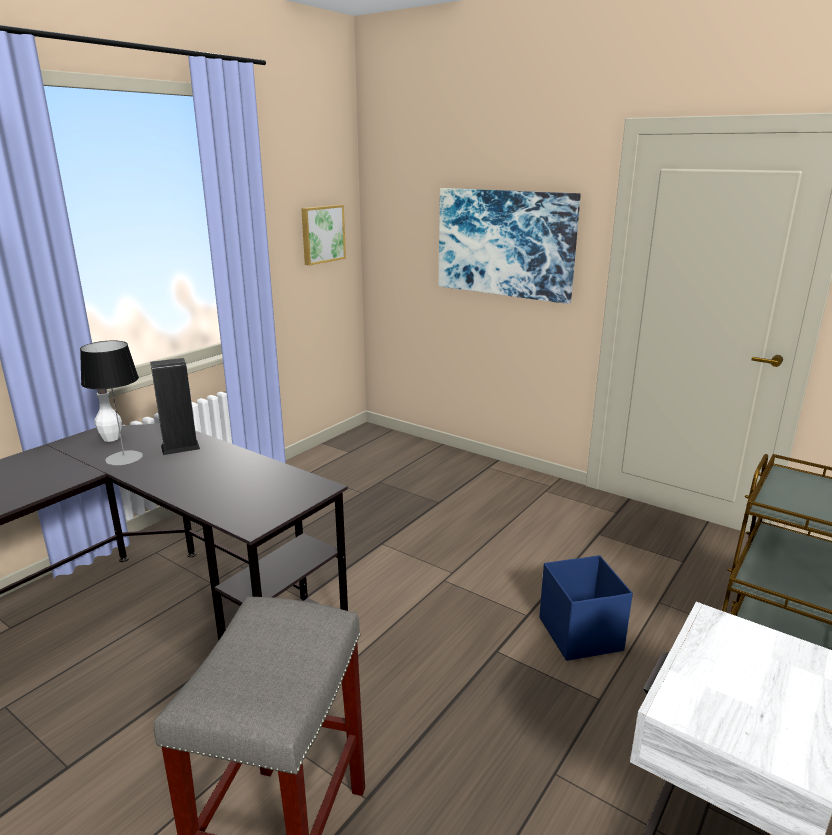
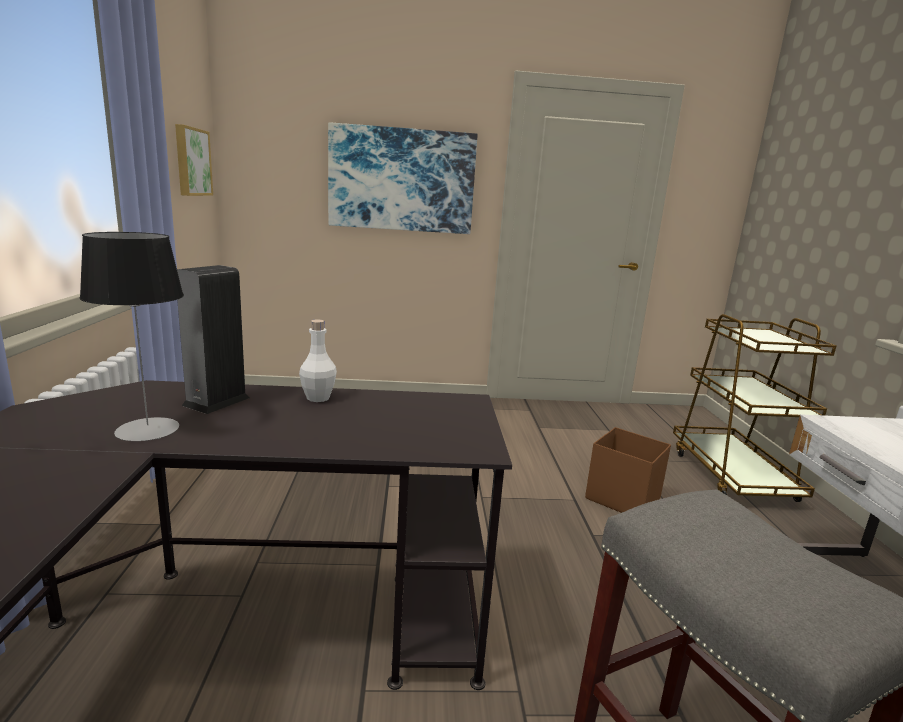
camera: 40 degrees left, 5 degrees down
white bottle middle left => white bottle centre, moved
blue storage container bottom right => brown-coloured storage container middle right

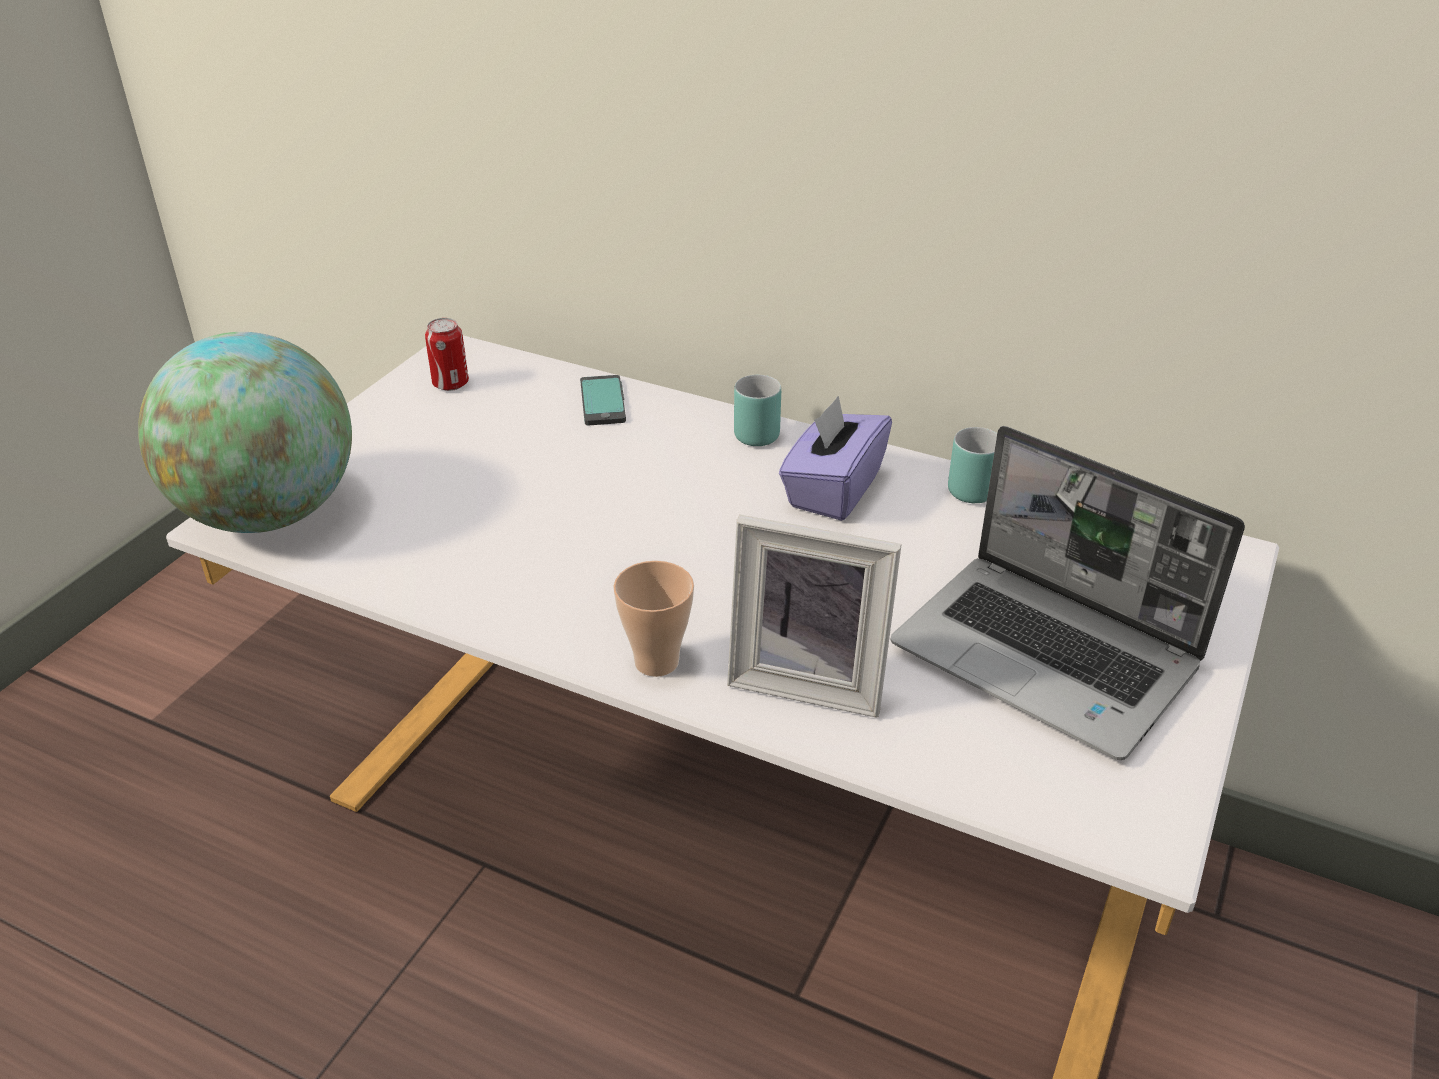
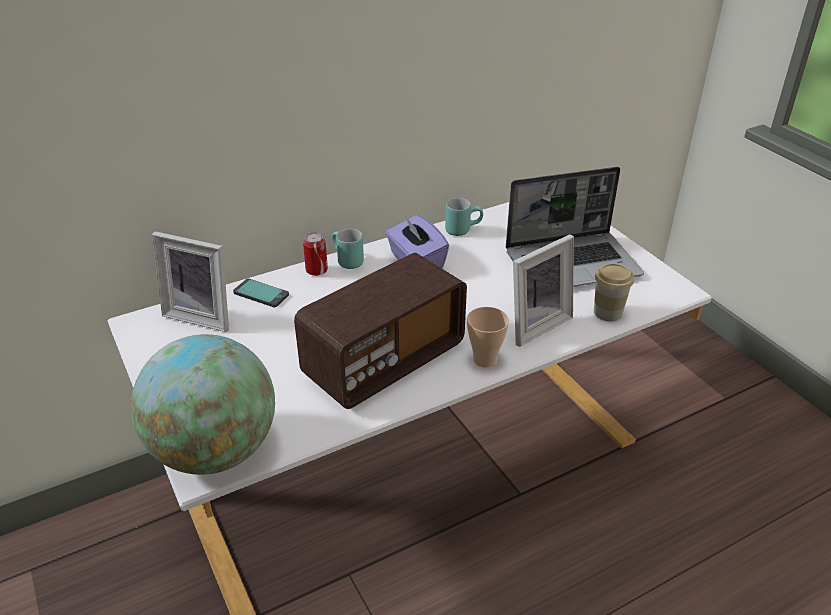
camera: 55 degrees left, 0 degrees up
nothing => photo frame (1st from left) middle left
nothing => radio centre
metal can top left => metal can centre, moved
nothing => drinking cup (2nd from left) middle right

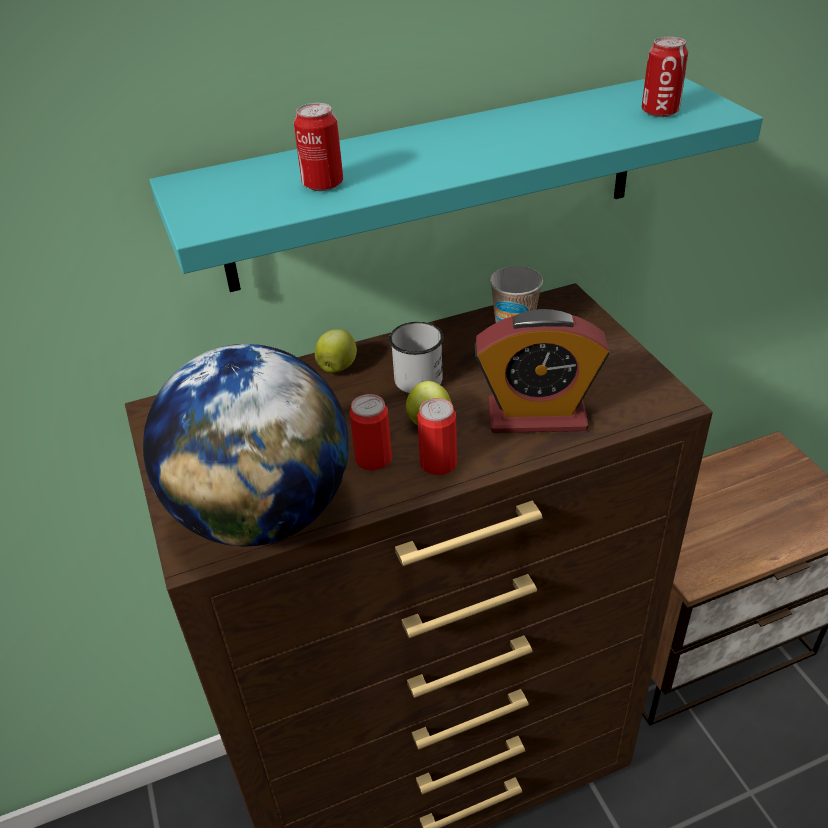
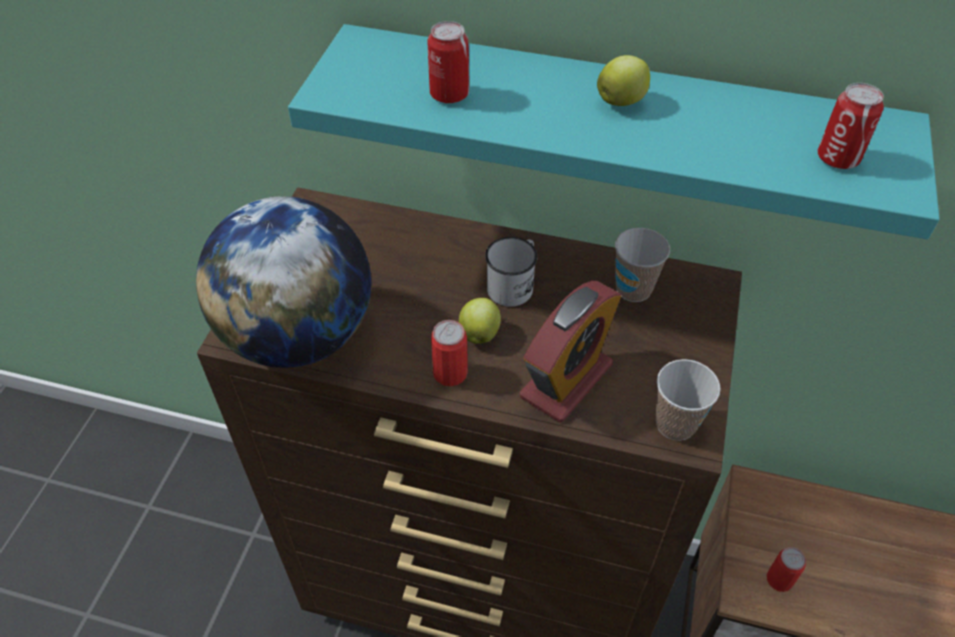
camera: 35 degrees right, 10 degrees up
table clock centre, 90 degrees counterclockwise
apple (1st from left in the first image) centre => apple (2nd from left) top centre, moved
nothing => drinking cup (2nd from left) middle right
metal can (2nd from left in the first image) centre => metal can (3rd from left) bottom right, moved

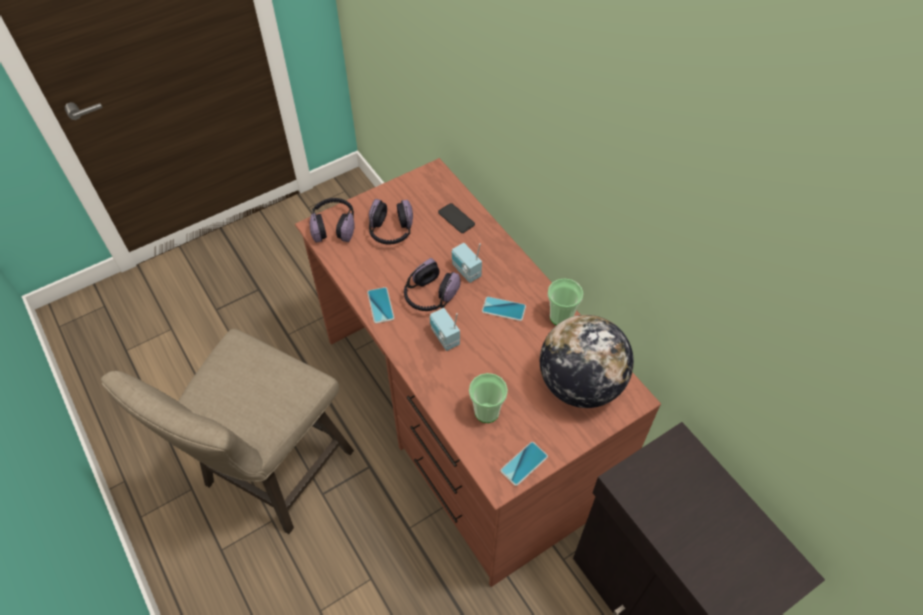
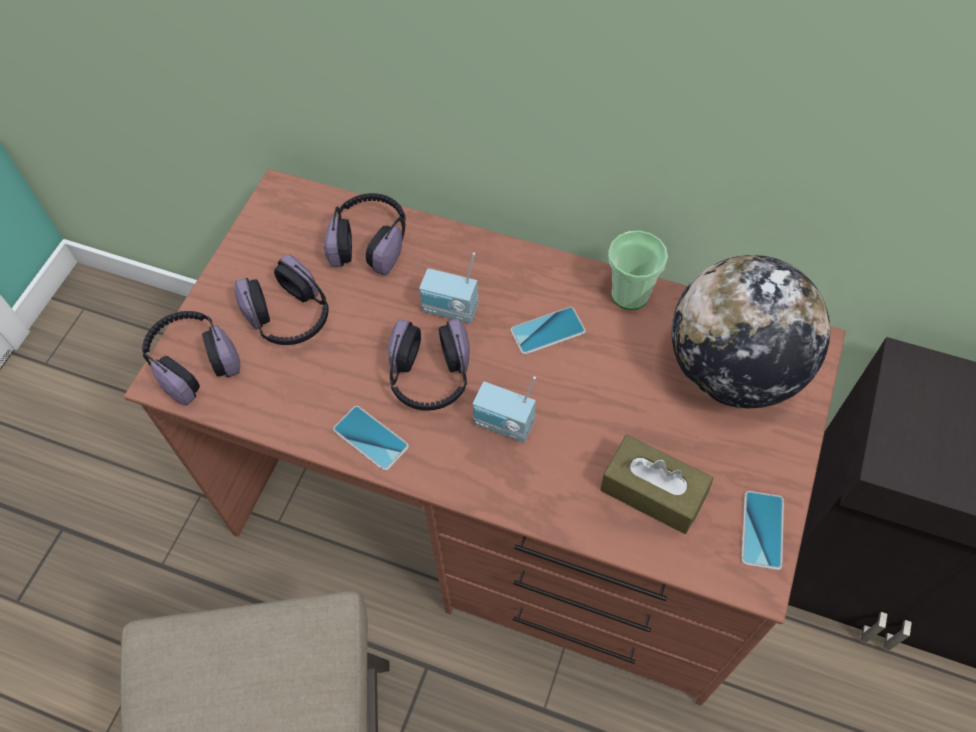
camera: 35 degrees left, 5 degrees up
handset (2nd from left) centre => headphones (3rd from left) top centre
drinking cup (1st from left) centre => brown-coloured tissue box middle right

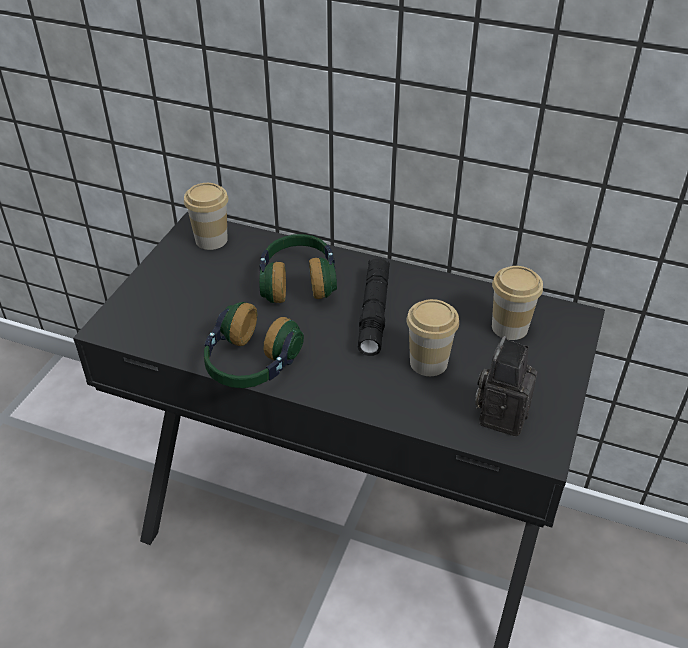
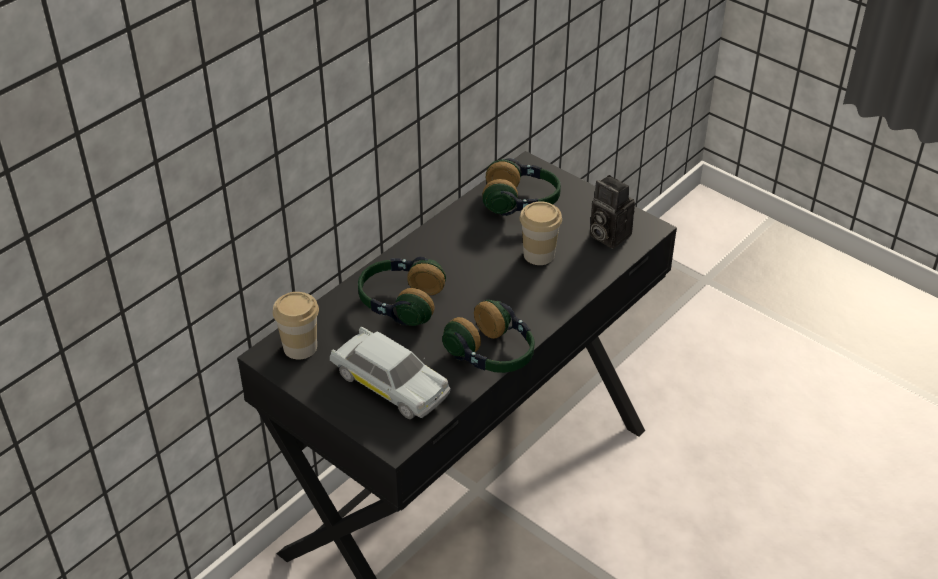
camera: 70 degrees left, 0 degrees up
nothing => white model car centre
drinking cup (3rd from left) middle right => headphones (3rd from left) top centre
black-coloured torch centre => nothing

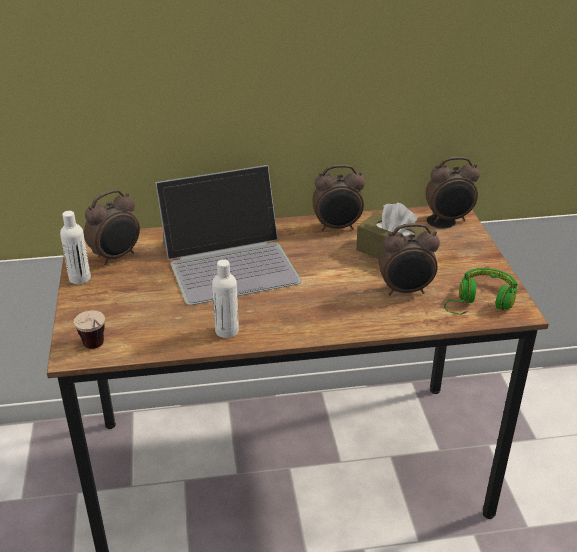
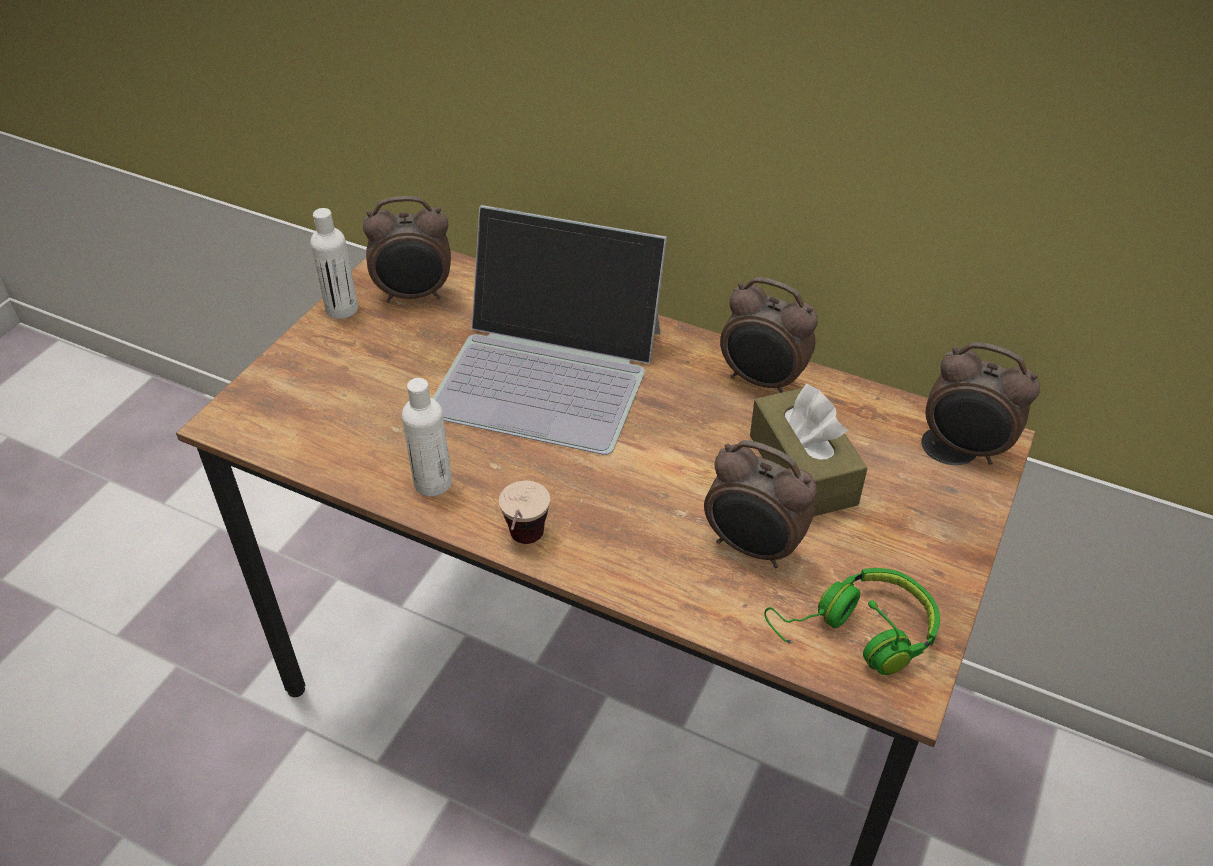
camera: 35 degrees right, 10 degrees up
drinking cup middle left => drinking cup centre, moved

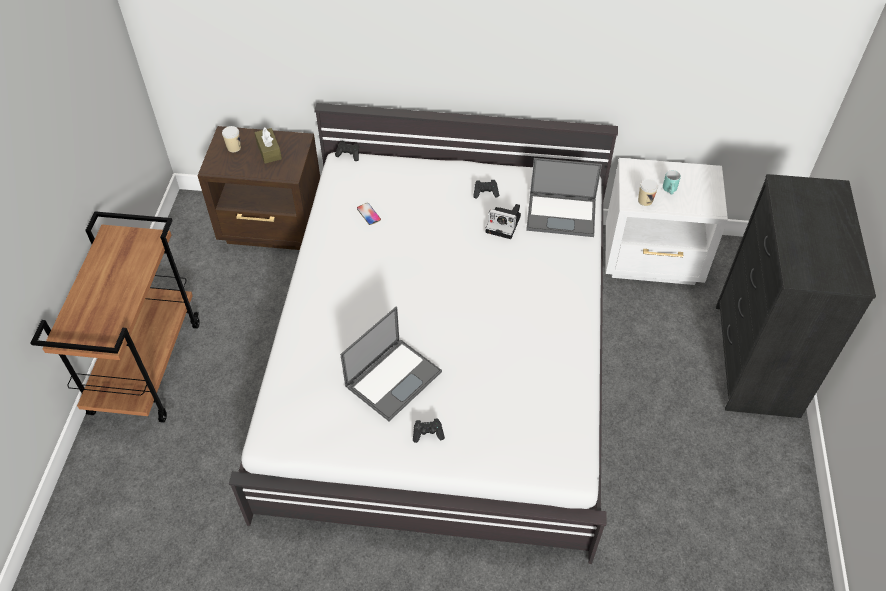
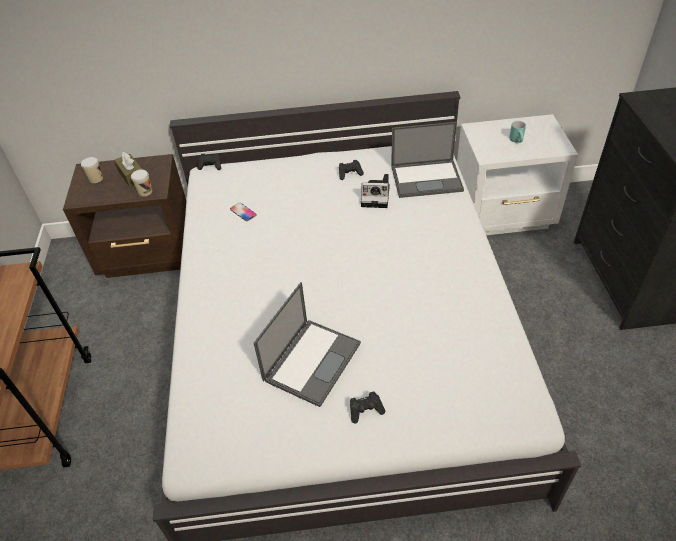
camera: 10 degrees left, 5 degrees down
drinking cup (2nd from left) top right => drinking cup (2nd from left) middle left, moved

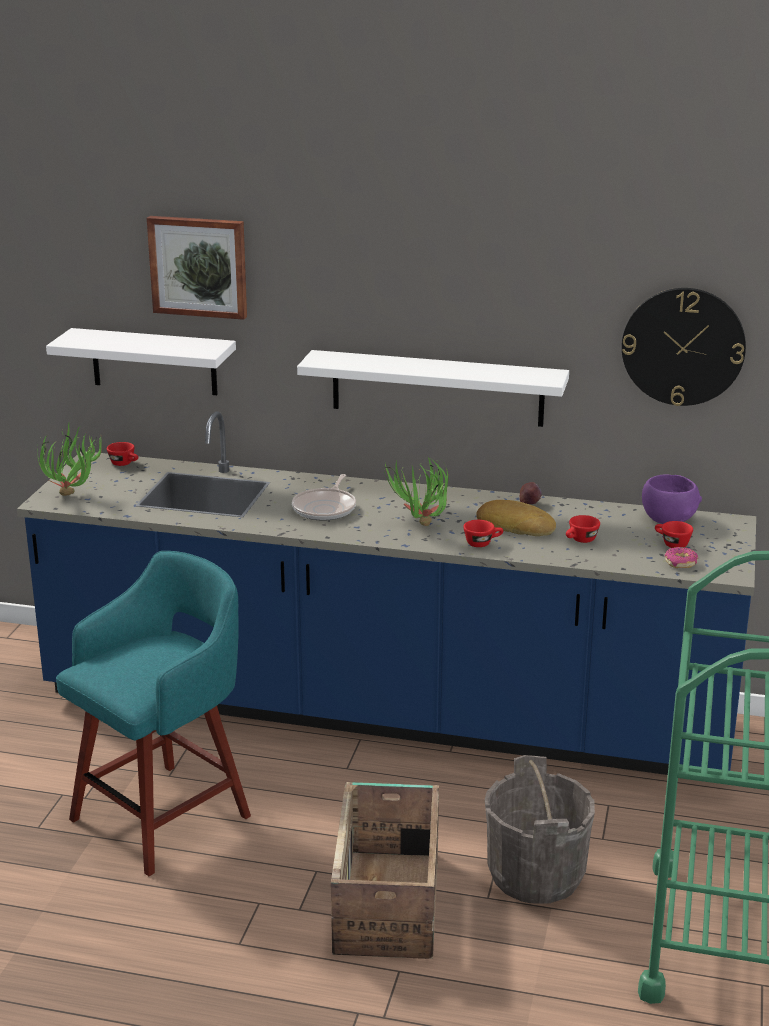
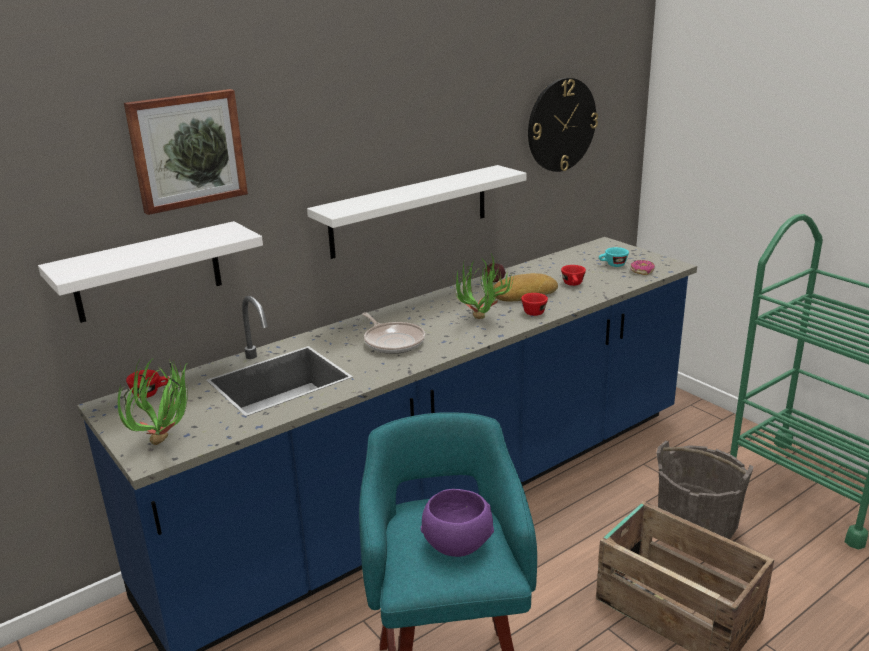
camera: 50 degrees left, 0 degrees up
purple-coloured serving bowl middle right => purple-coloured serving bowl bottom centre, moved
reddish drinking cup (4th from left) middle right => blue-green drinking cup middle right

